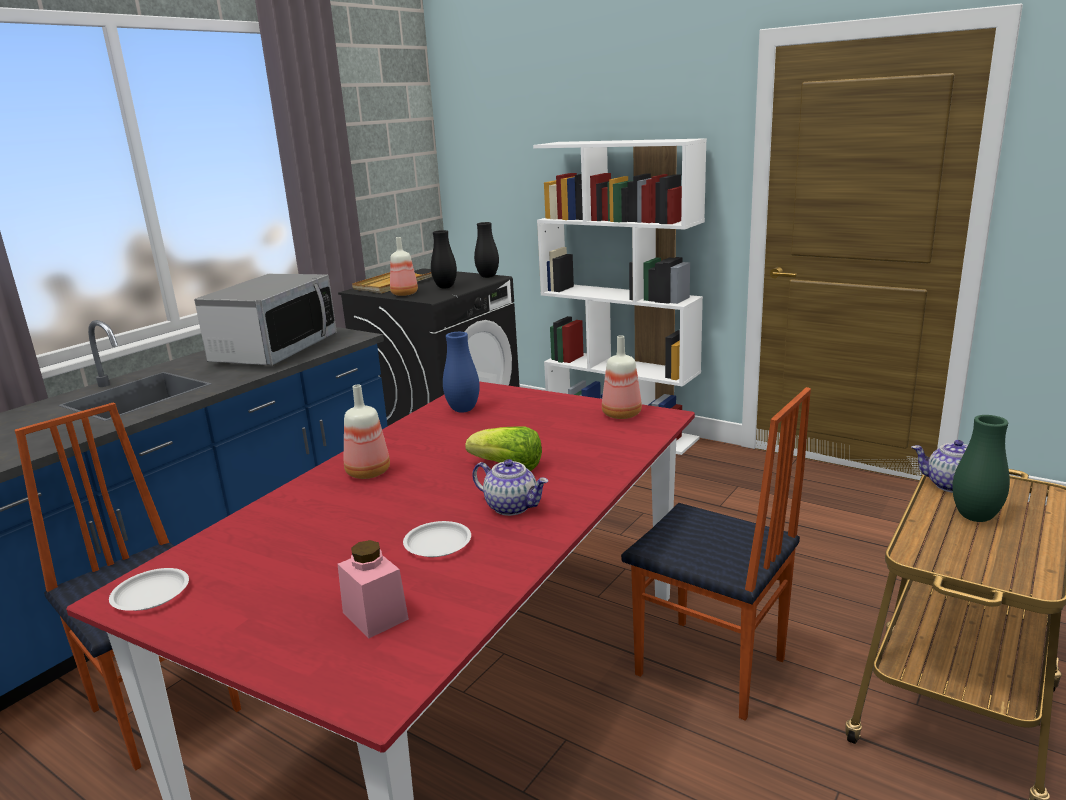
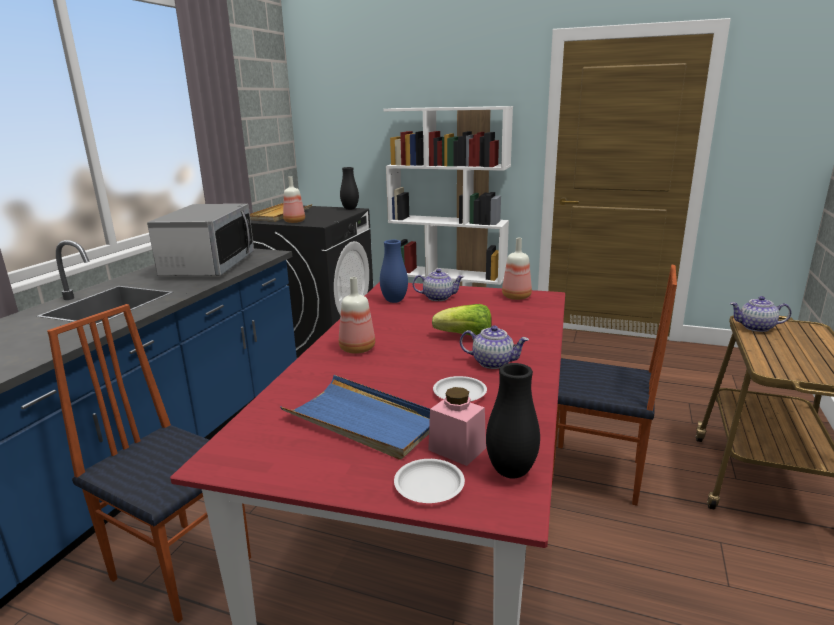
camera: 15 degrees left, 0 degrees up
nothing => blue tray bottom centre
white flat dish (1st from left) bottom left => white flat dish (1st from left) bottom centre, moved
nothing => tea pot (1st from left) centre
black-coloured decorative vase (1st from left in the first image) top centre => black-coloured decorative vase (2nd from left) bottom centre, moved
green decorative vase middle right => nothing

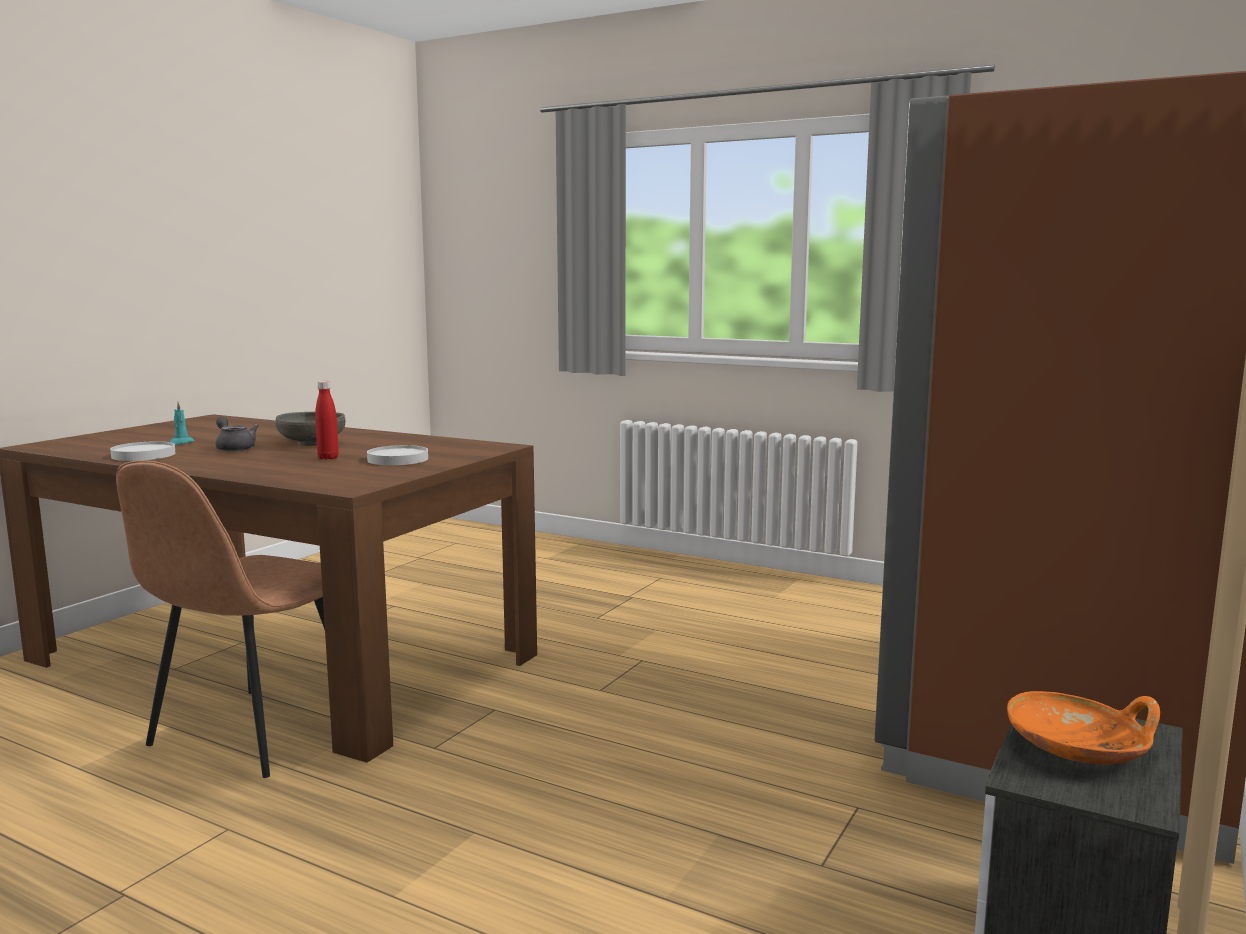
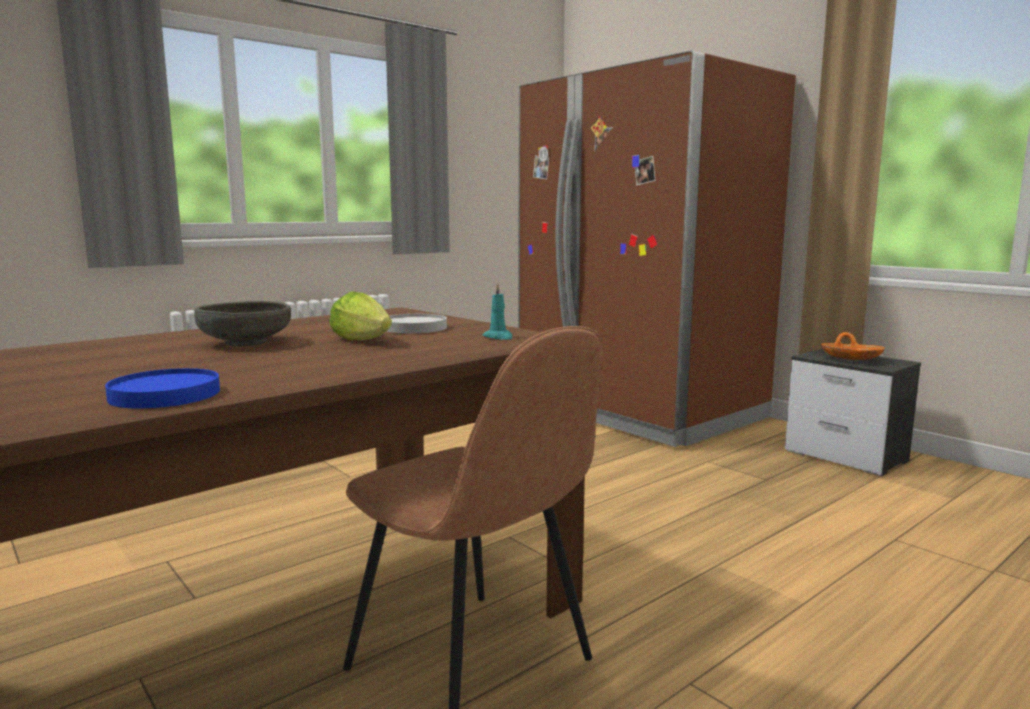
camera: 70 degrees left, 0 degrees up
white flat dish (1st from left) middle left => blue flat dish middle left
reddish bottle middle left => head of lettuce centre
blue-green wax candle middle left => blue-green wax candle centre, moved
grey tea pot middle left => nothing

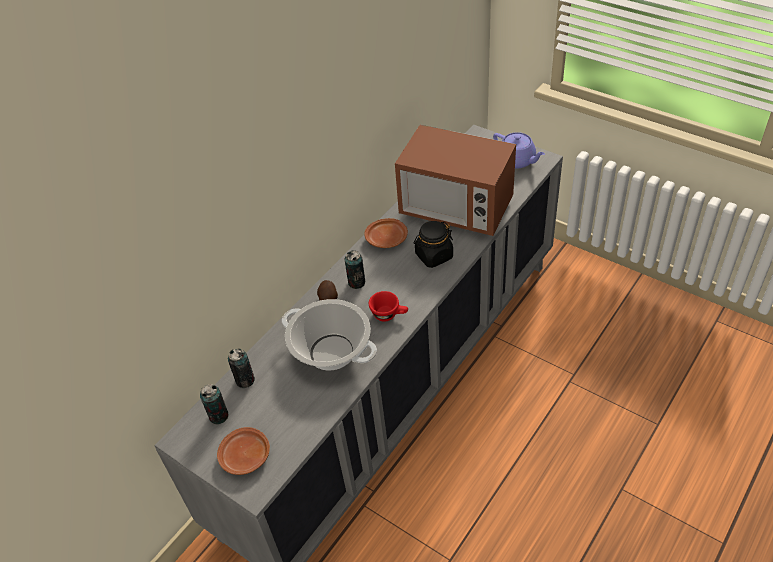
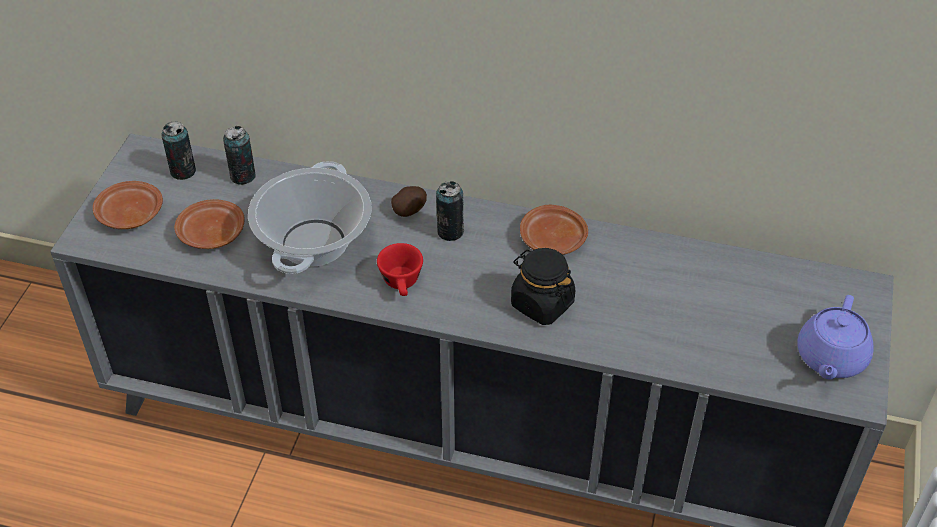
camera: 65 degrees right, 0 degrees up
nothing => brown-coloured flat dish (2nd from left) middle left
kitchen microwave top centre => nothing

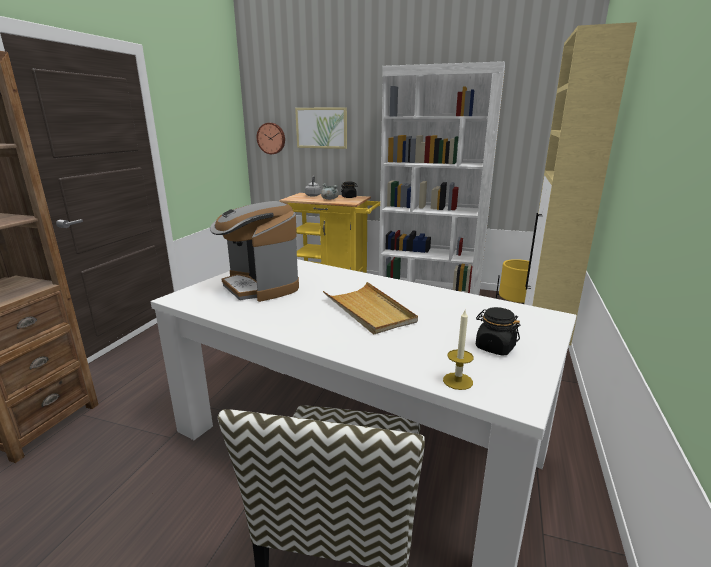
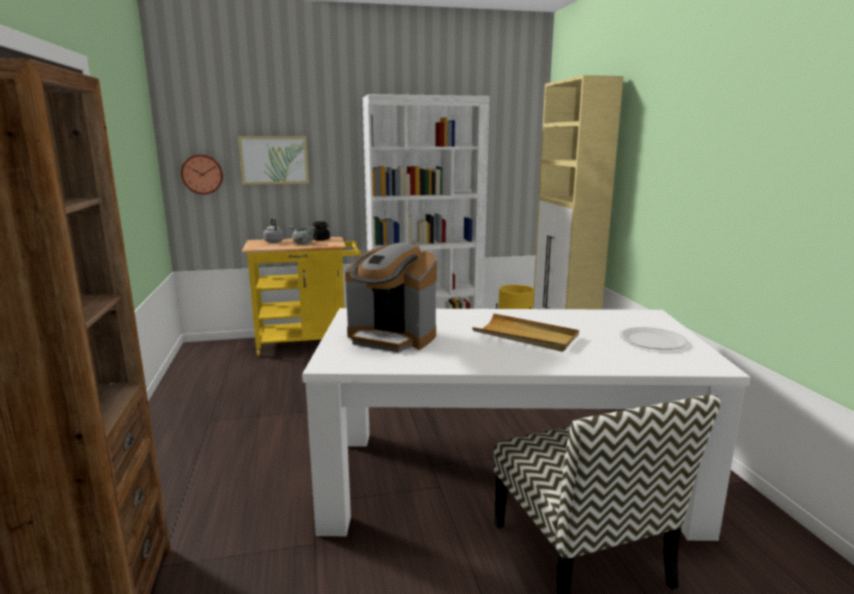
camera: 30 degrees left, 5 degrees down
black-coloured preserve jar (2nd from left) middle right => white flat dish middle right
wax candle centre => nothing

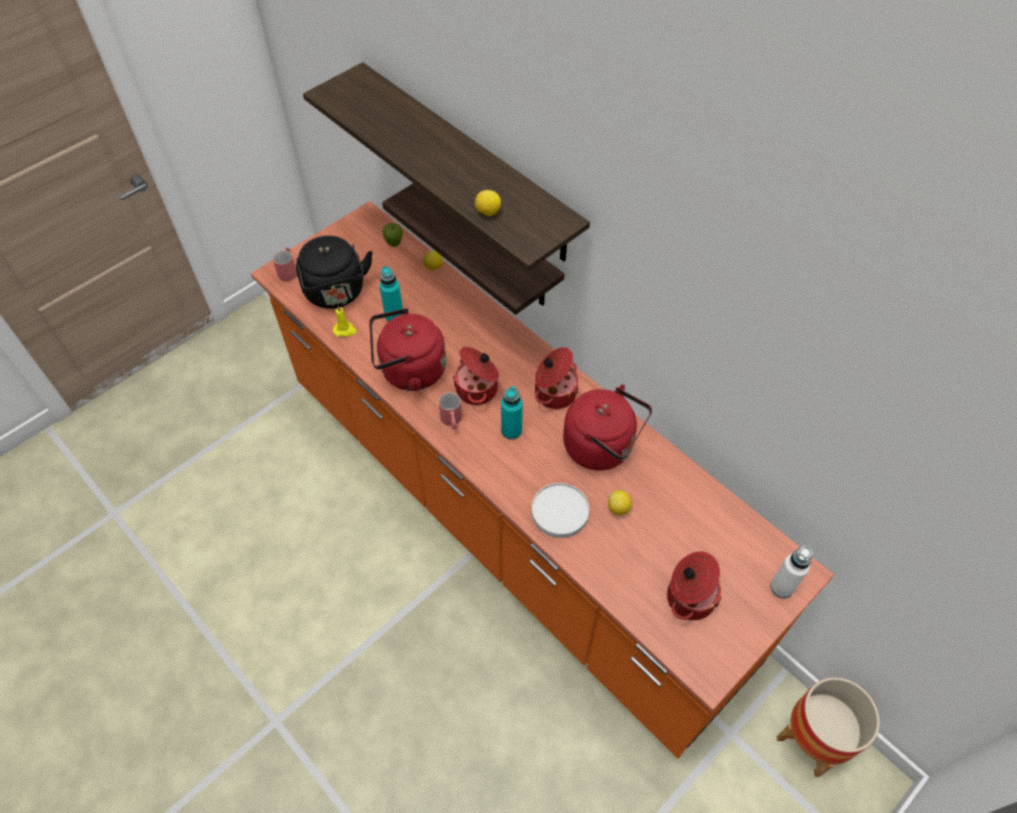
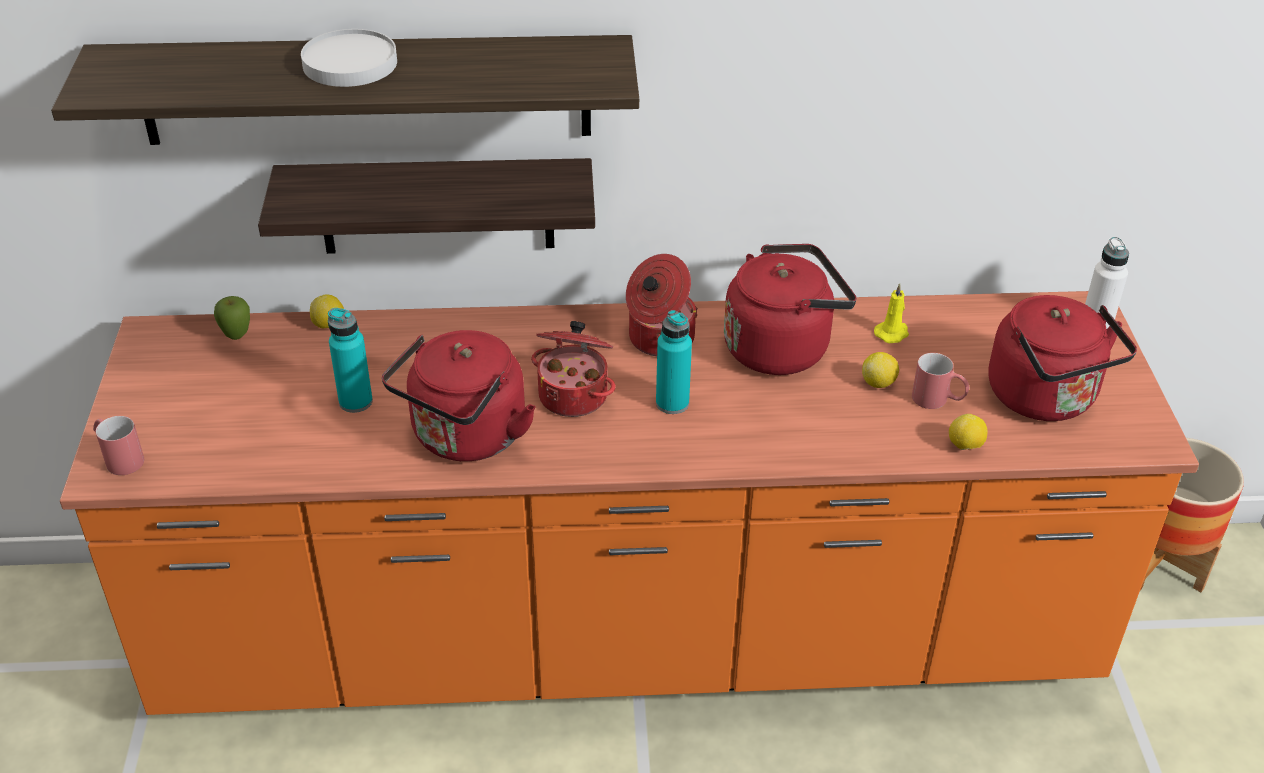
camera: 50 degrees left, 15 degrees down
white flat dish centre => white flat dish top left, moved
yellow-coloured wax candle centre => yellow-coloured wax candle middle right, moved
reddish coffee mug (2nd from left) centre => reddish coffee mug (2nd from left) middle right, moved
citrus fruit (2nd from left in the first image) top centre => citrus fruit (3rd from left) middle right, moved
saucepot (3rd from left) bottom right => reddish kettle (3rd from left) middle right
black-coloured kettle middle left => nothing

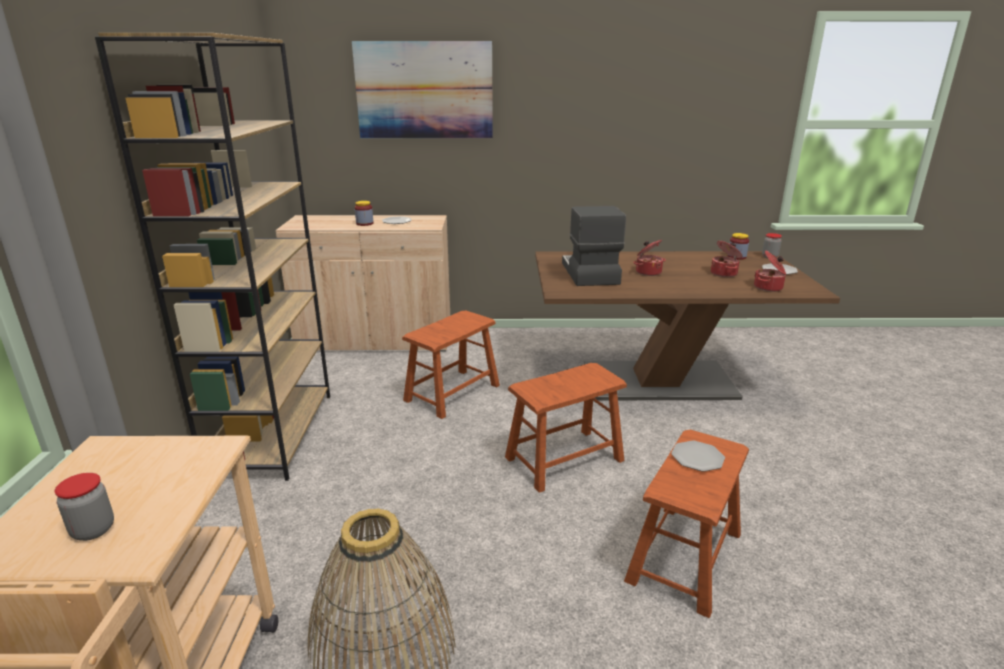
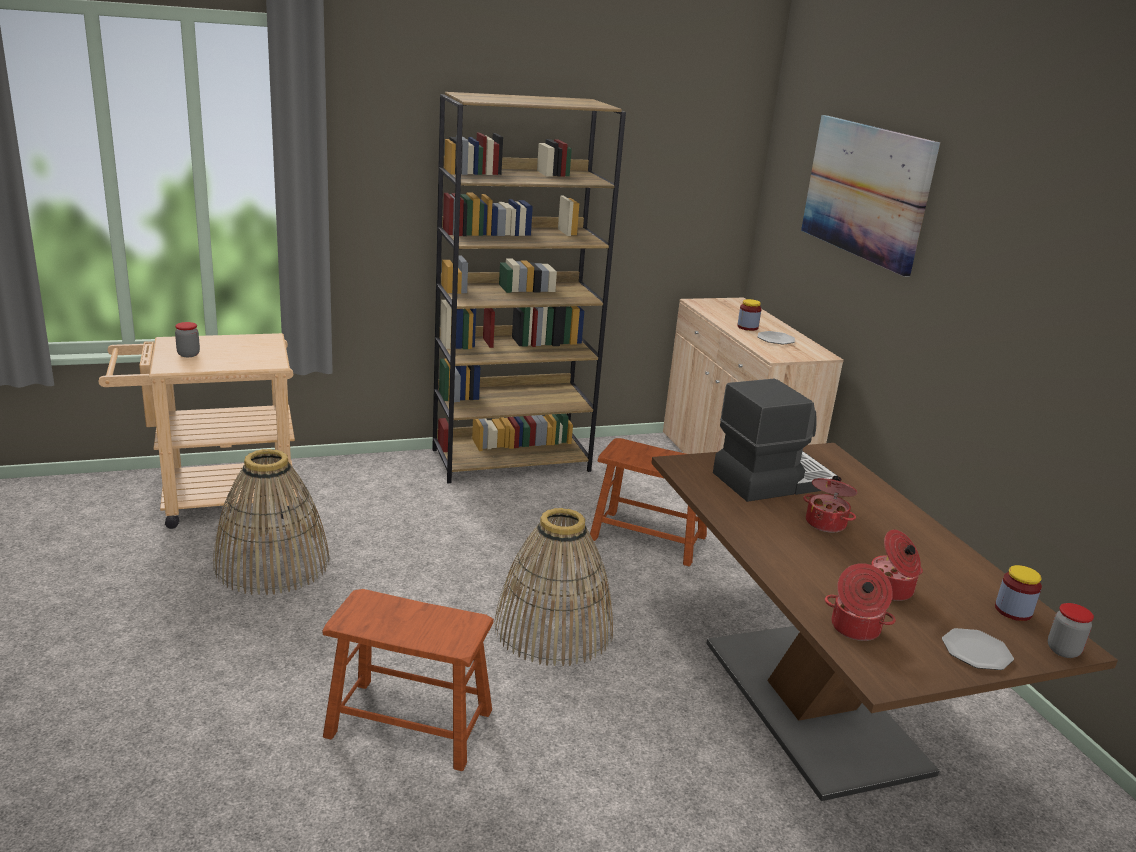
camera: 70 degrees right, 0 degrees up
brown-coloured stool seat (2nd from left) centre => basket (2nd from left) bottom centre
flat dish (2nd from left) bottom right => nothing

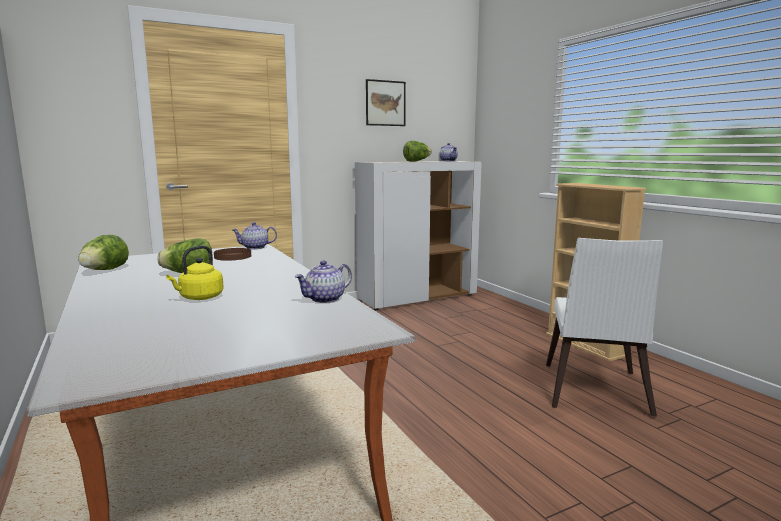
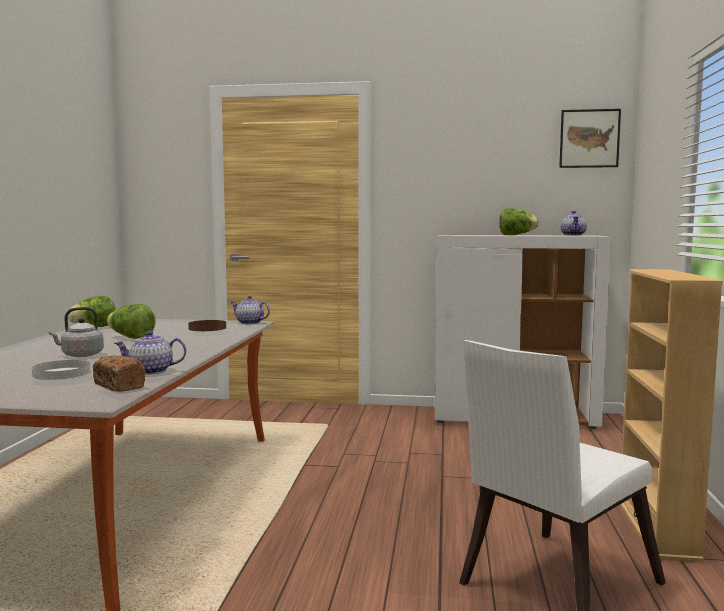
camera: 35 degrees right, 5 degrees down
nothing => white flat dish middle left
yellow-coloured kettle middle left => grey kettle middle left
nothing => bakery bread middle left
wall art top centre => wall art top right, moved

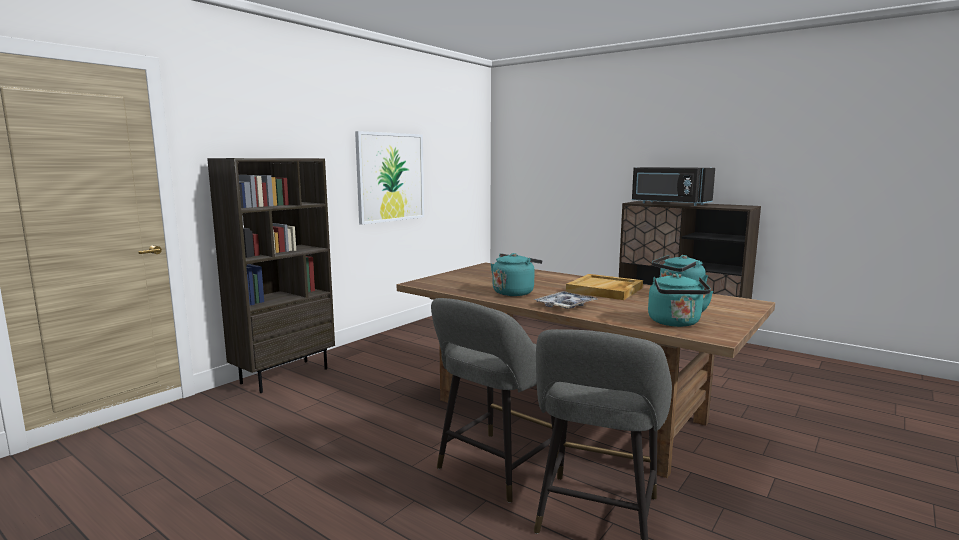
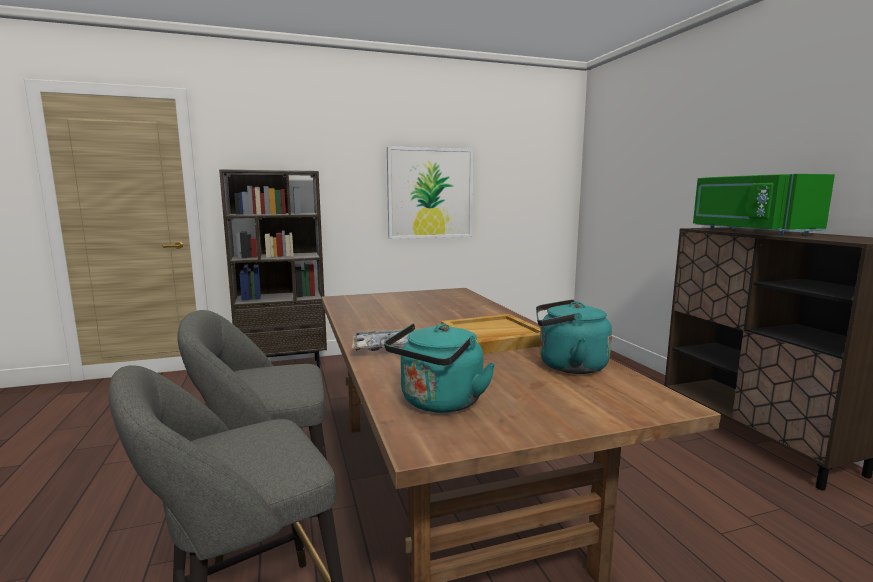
camera: 35 degrees right, 0 degrees up
black-coloured kitchen microwave middle right => green kitchen microwave middle right
blue-green kettle (1st from left) centre => nothing

